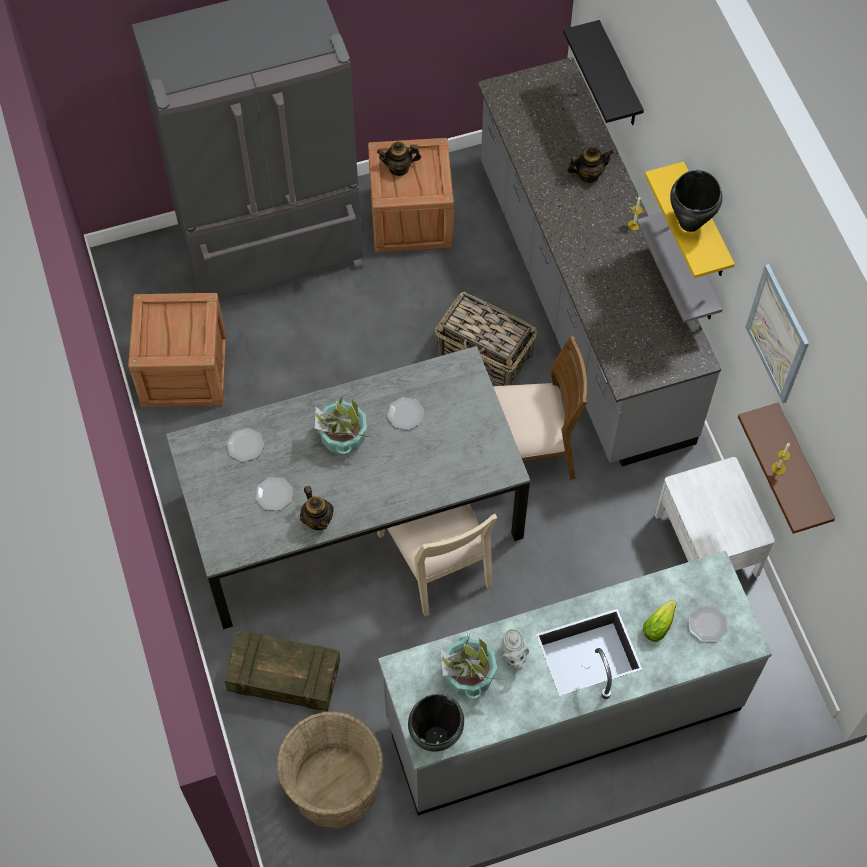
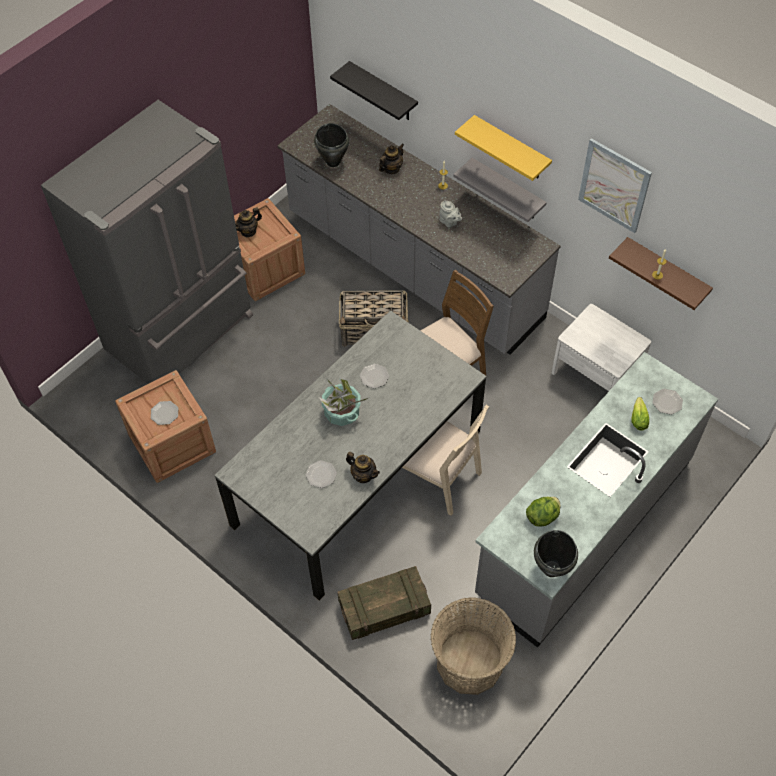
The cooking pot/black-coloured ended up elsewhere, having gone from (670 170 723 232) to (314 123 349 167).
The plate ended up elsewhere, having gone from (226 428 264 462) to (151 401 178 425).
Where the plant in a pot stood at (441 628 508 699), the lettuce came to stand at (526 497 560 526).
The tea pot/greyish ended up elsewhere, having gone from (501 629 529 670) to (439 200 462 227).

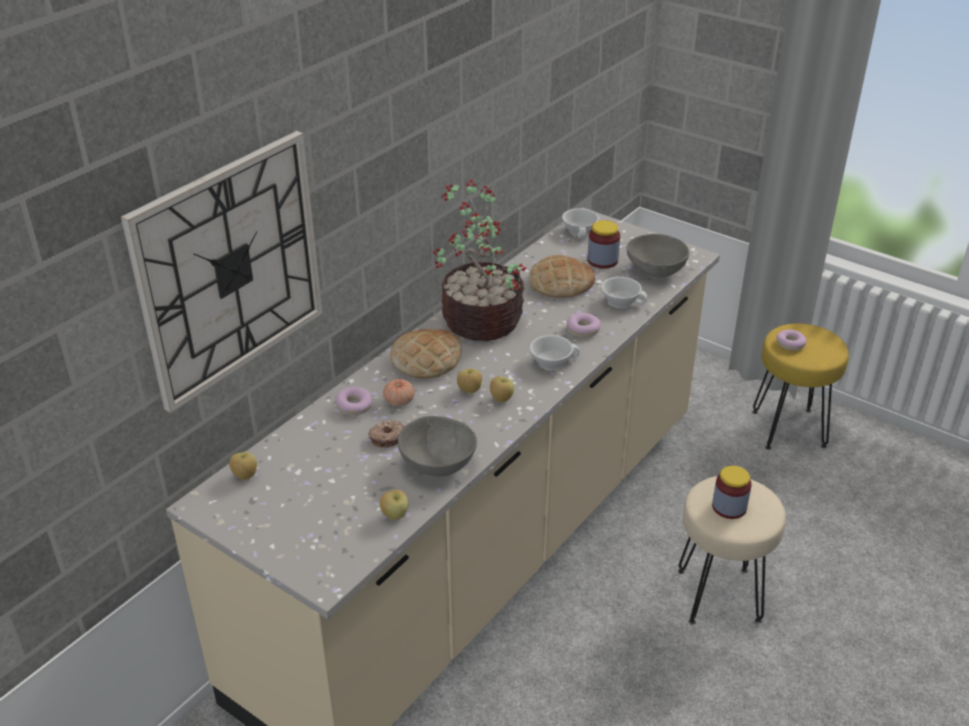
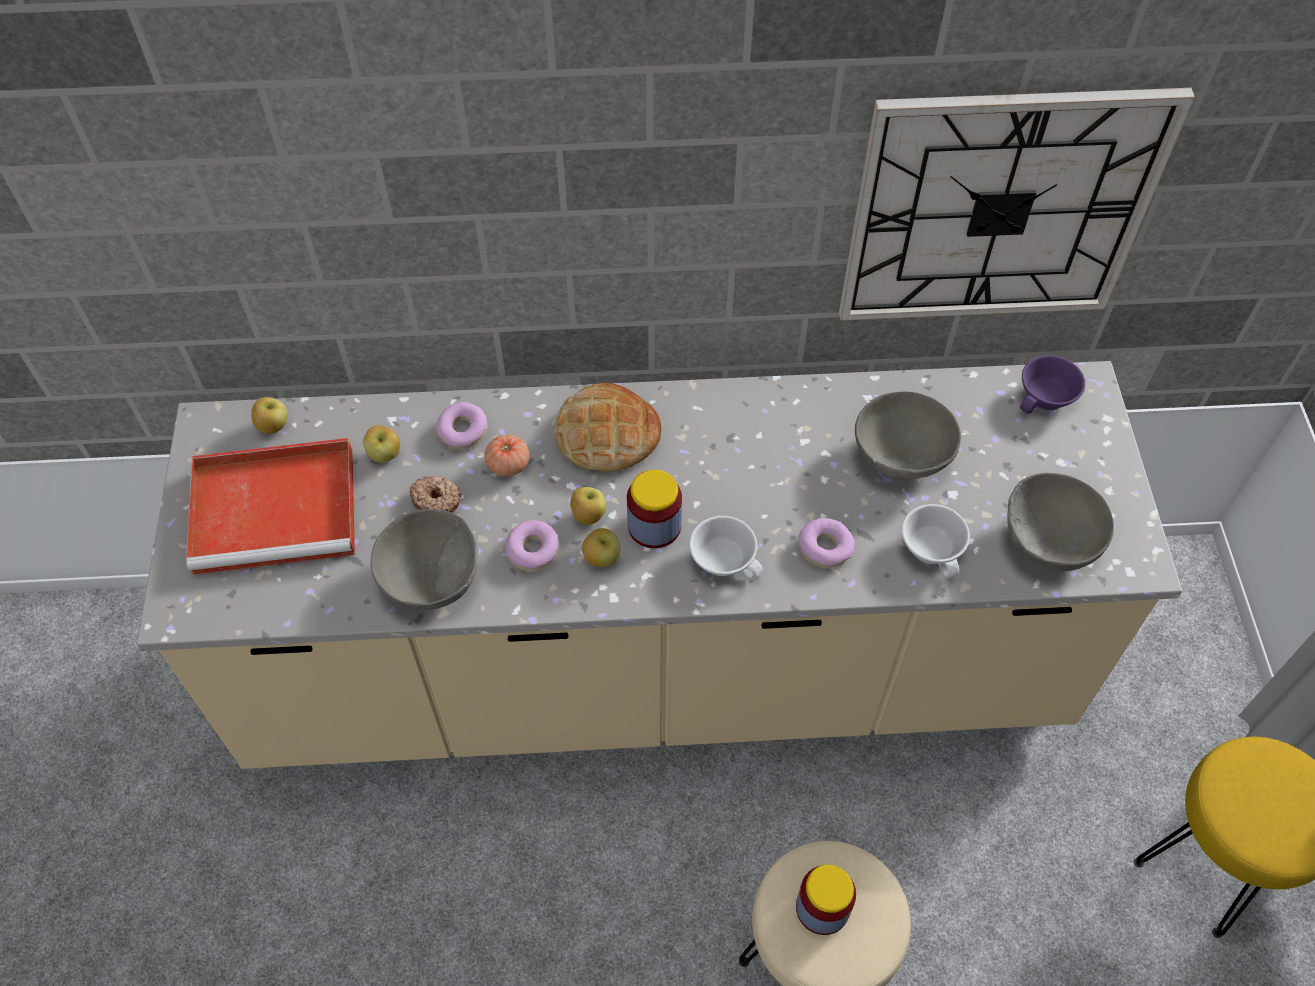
The wall clock ended up elsewhere, having gone from (121 131 323 413) to (839 88 1195 321).
The second view lost the plant in a pot at (433 179 526 341).
What was the small cup/white at (562 208 599 239) turned into the small cup/purplish at (1020 355 1085 414).
The preserve jar ended up elsewhere, having gone from (587 220 620 269) to (627 470 682 548).
Where the bakery bread stood at (529 255 595 298), the bowl/greyish came to stand at (855 392 961 479).
The doughnut ended up elsewhere, having gone from (776 330 807 351) to (505 520 559 572).
The whole apple ended up elsewhere, having gone from (380 490 409 520) to (363 425 400 463).
The second view gained the serving tray/reddish at (186 438 355 575).

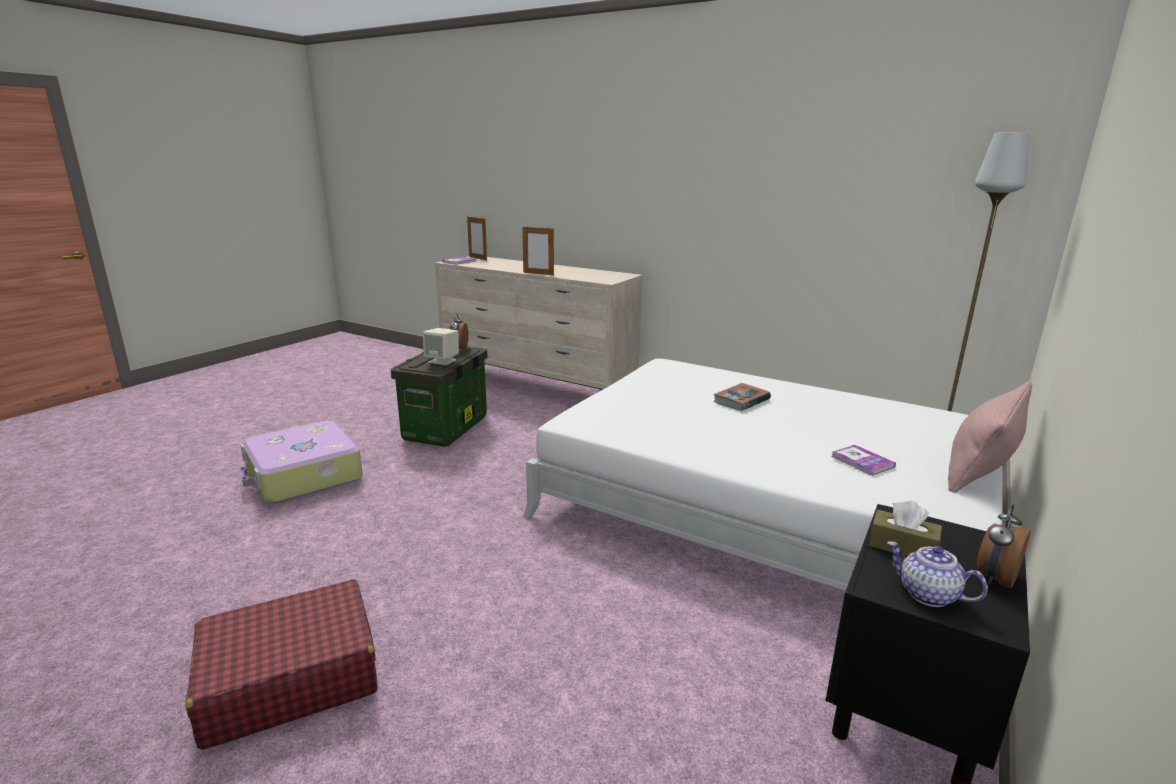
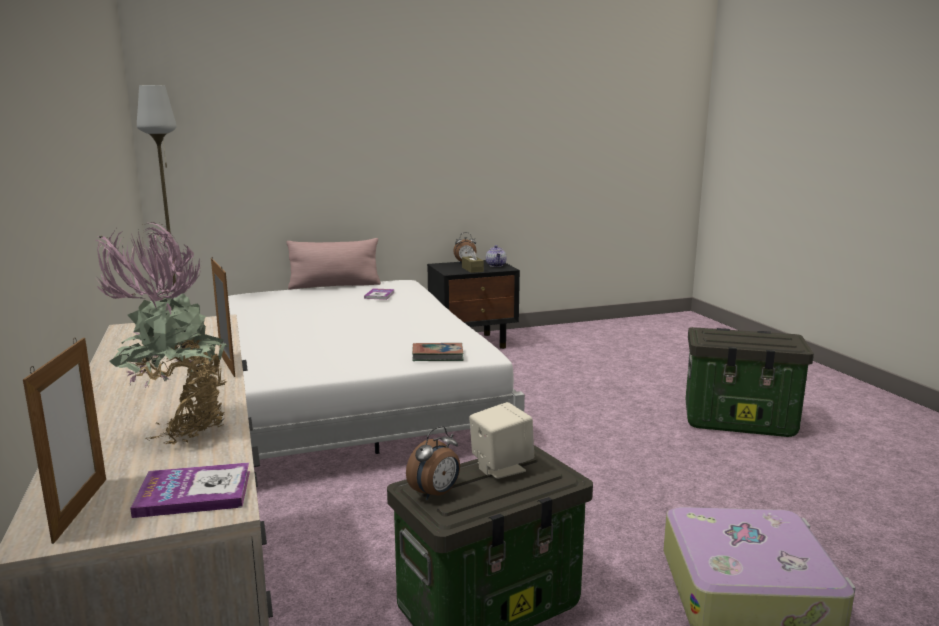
The book ended up elsewhere, having gone from (714 383 771 411) to (412 343 464 361).
Where the suitcase/reddish stood at (186 579 378 750), the storage bin came to stand at (685 327 814 437).
The second view gained the plant in a pot at (94 222 229 445).

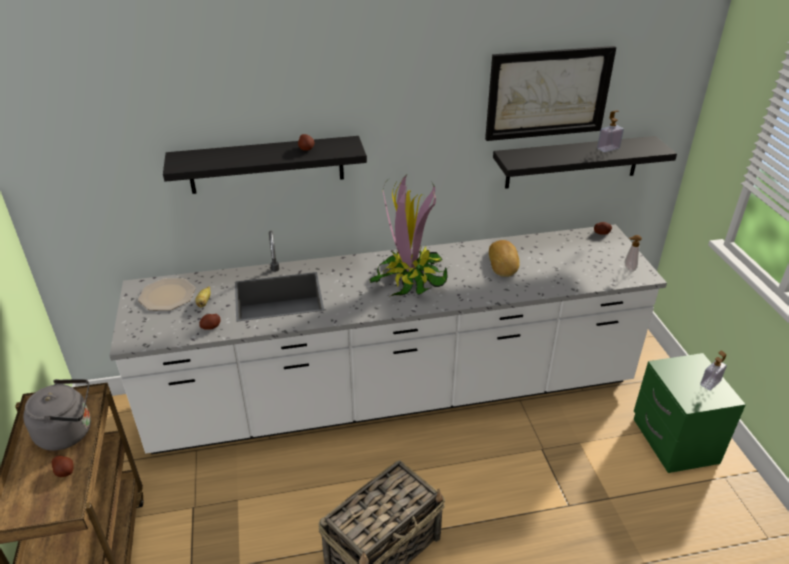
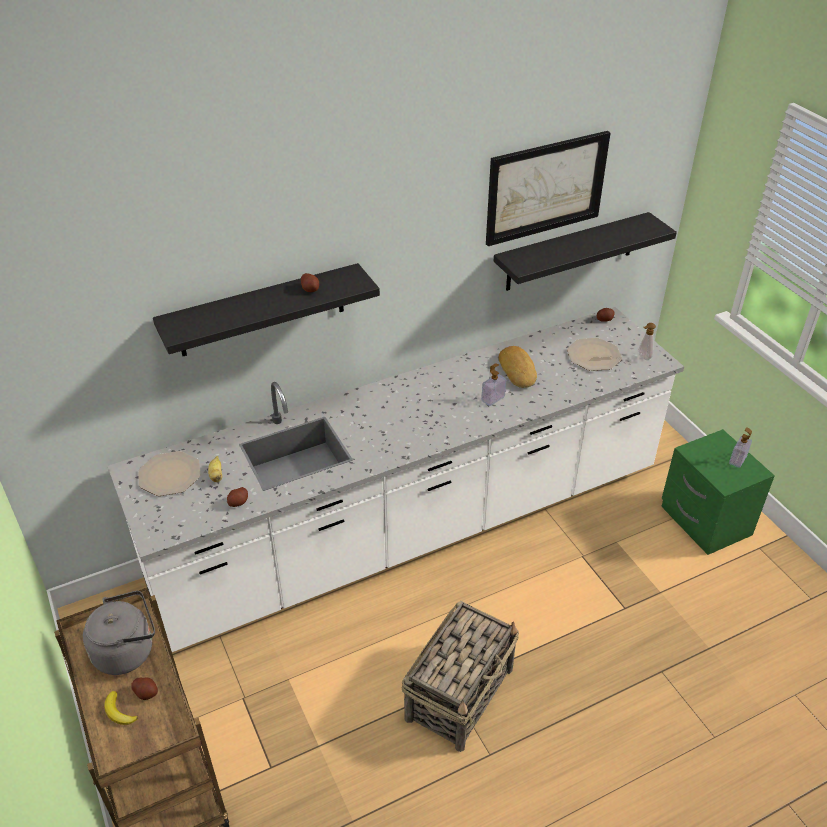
The soap dispenser ended up elsewhere, having gone from (597 111 624 152) to (481 363 506 406).
The second view lost the plant in a pot at (370 175 449 297).
The second view gained the plate at (567 338 622 371).
The second view gained the whole banana at (104 691 138 725).

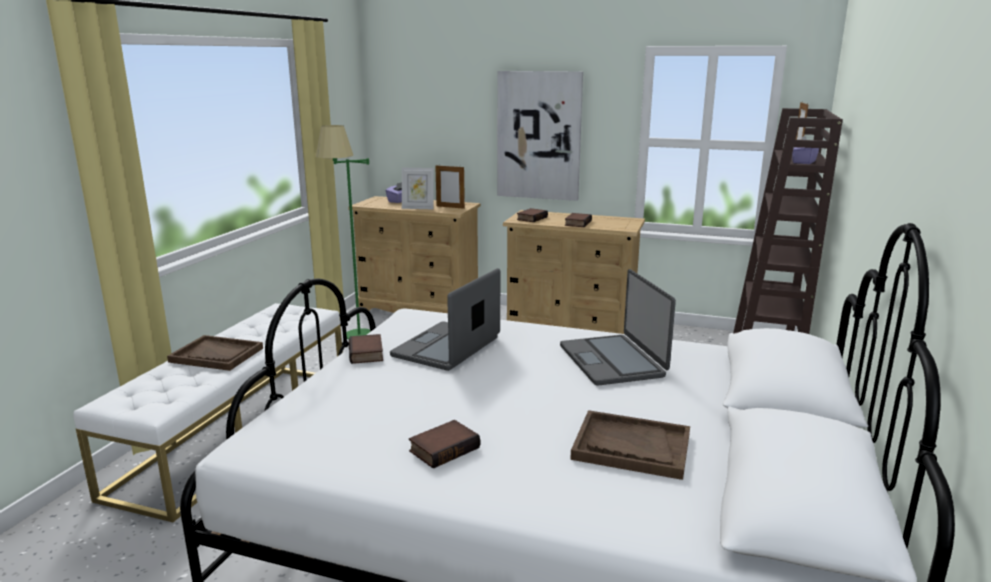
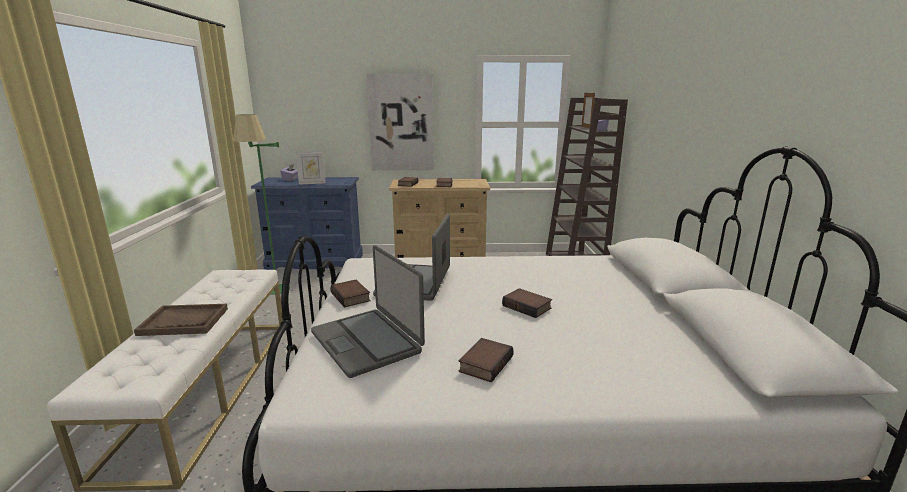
The second view lost the picture frame at (435 165 465 209).
What was the dresser/beige-coloured at (348 196 481 313) turned into the dresser/bluish at (251 177 363 270).
The laptop ended up elsewhere, having gone from (560 269 676 386) to (311 245 425 378).
The second view lost the serving tray/brownish at (570 410 690 480).
The second view gained the book at (502 288 552 318).

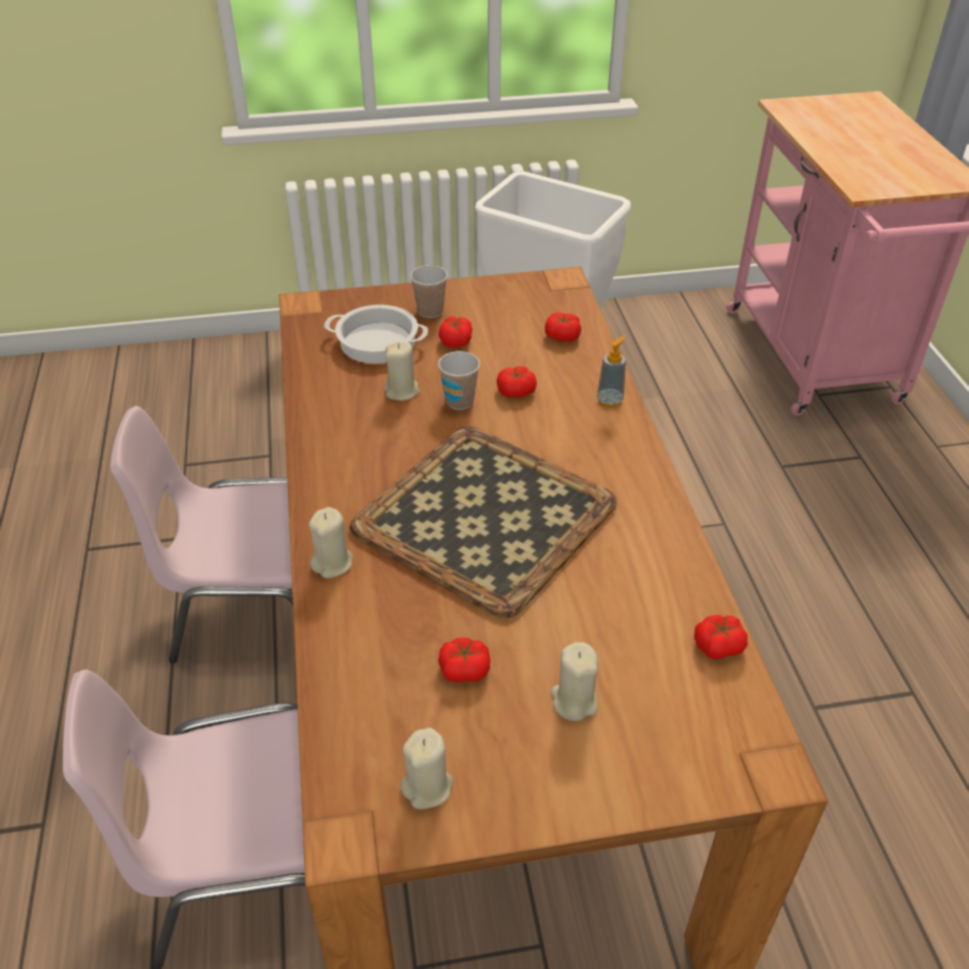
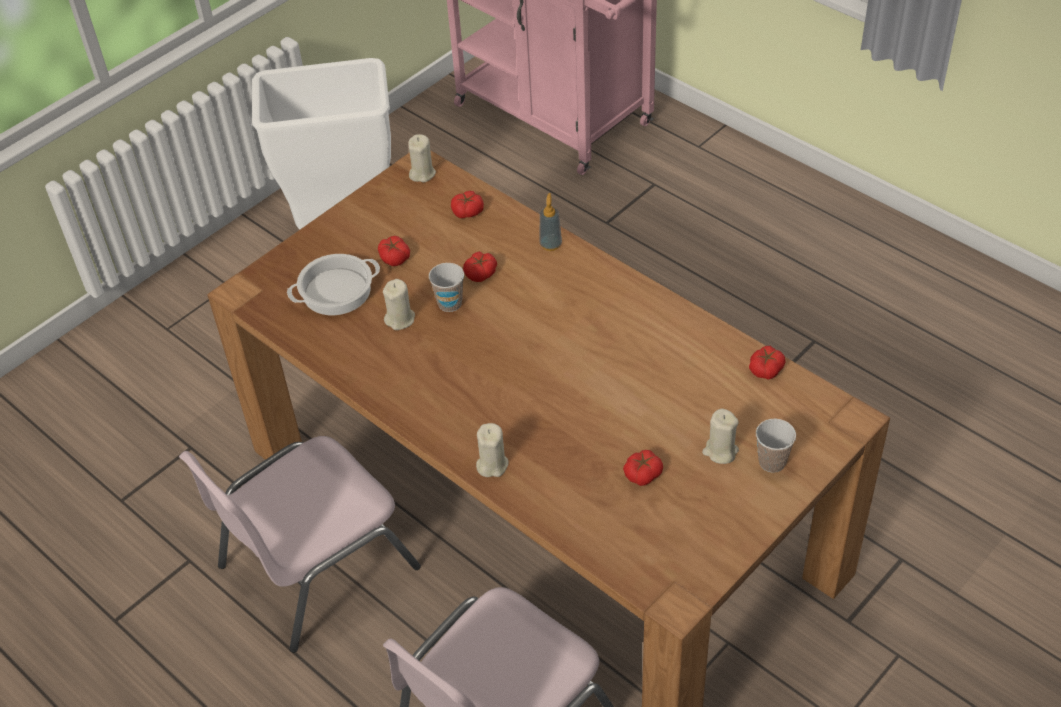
The small cup ended up elsewhere, having gone from (410 265 448 318) to (756 419 796 473).
The second view lost the serving tray at (349 427 617 618).
The candle/beige-coloured ended up elsewhere, having gone from (400 728 453 809) to (409 134 436 182).

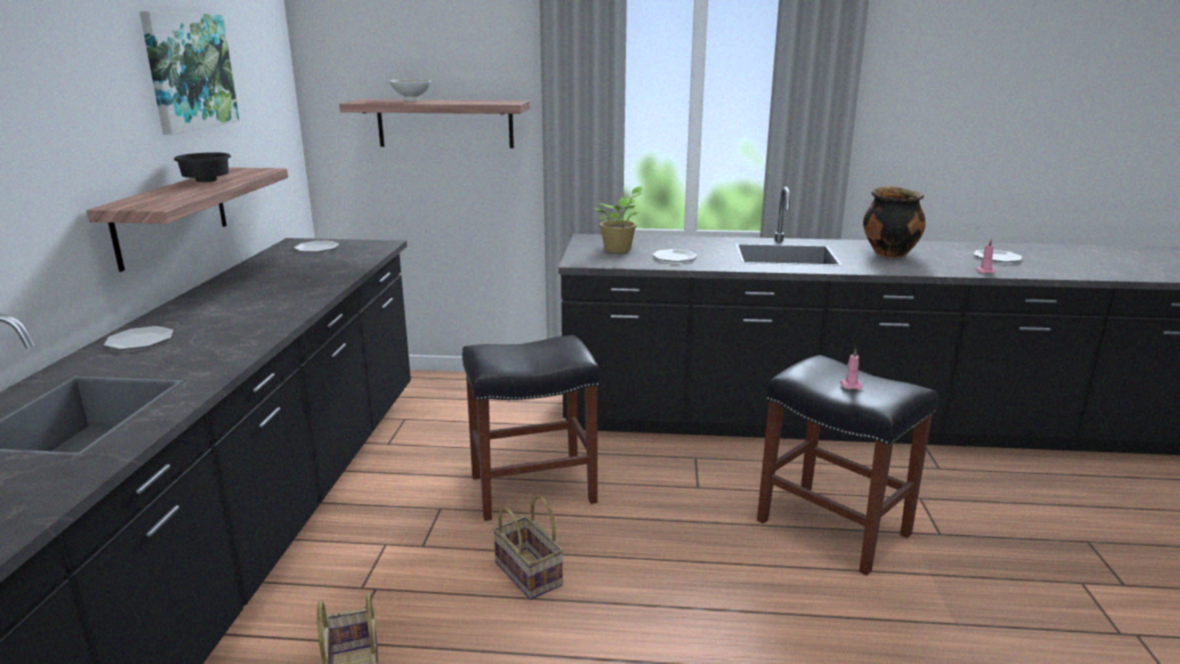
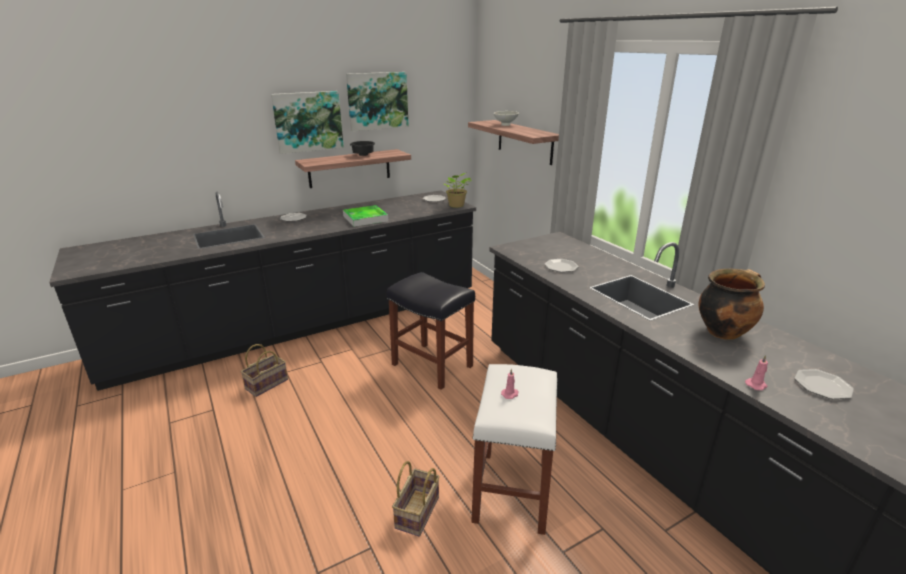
The plant in a pot ended up elsewhere, having gone from (594 186 643 253) to (444 173 472 208).
What was the stool seat/black-coloured at (757 355 938 576) turned into the stool seat/white at (471 364 557 535).
The storage basket ended up elsewhere, having gone from (492 495 563 600) to (392 461 440 537).
The second view gained the wall art at (271 91 344 154).
The second view gained the serving tray at (343 205 388 227).

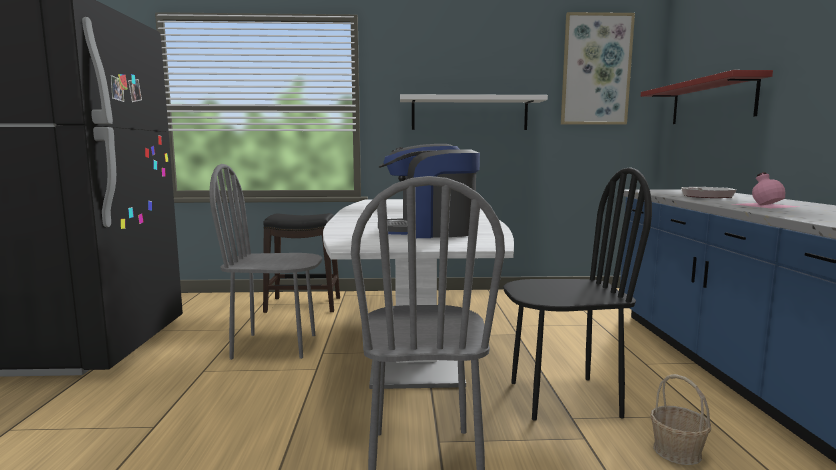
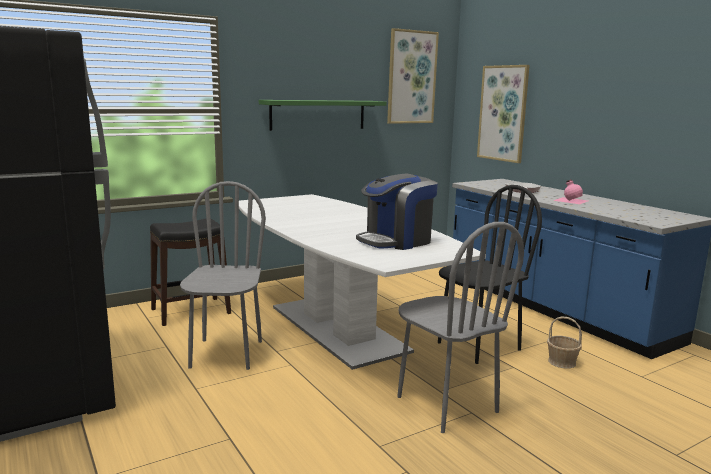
Where the bracket shelf/reddish hung at (641 70 773 124), the wall art came to hang at (477 65 530 163).
What was the bracket shelf/white at (400 94 548 130) turned into the bracket shelf/green at (259 100 386 131).
The plain chair/greyish at (209 164 322 360) ended up facing another way, 120 degrees clockwise from before.

